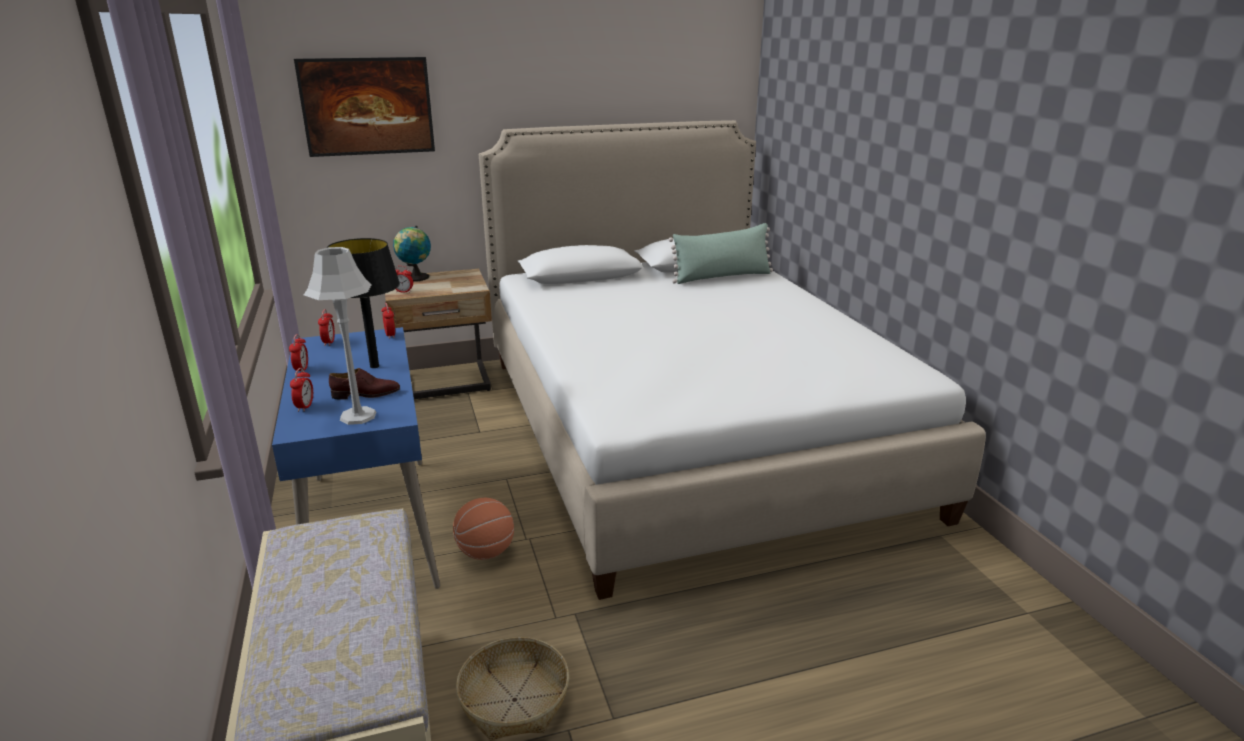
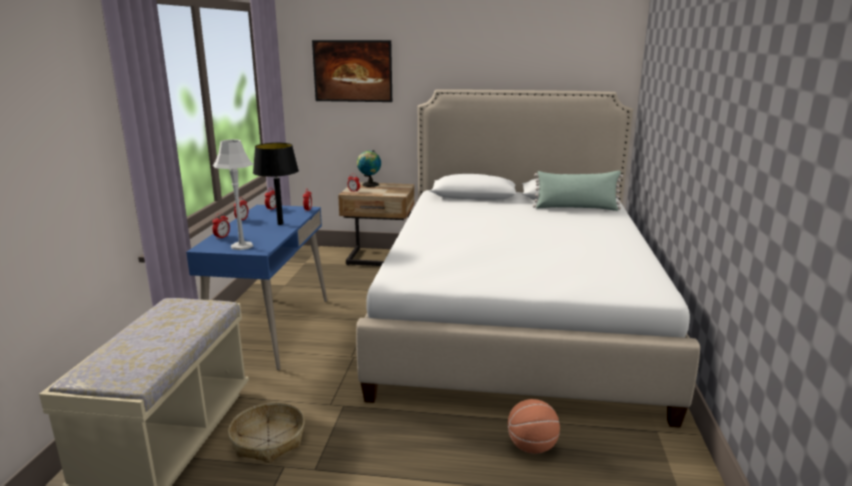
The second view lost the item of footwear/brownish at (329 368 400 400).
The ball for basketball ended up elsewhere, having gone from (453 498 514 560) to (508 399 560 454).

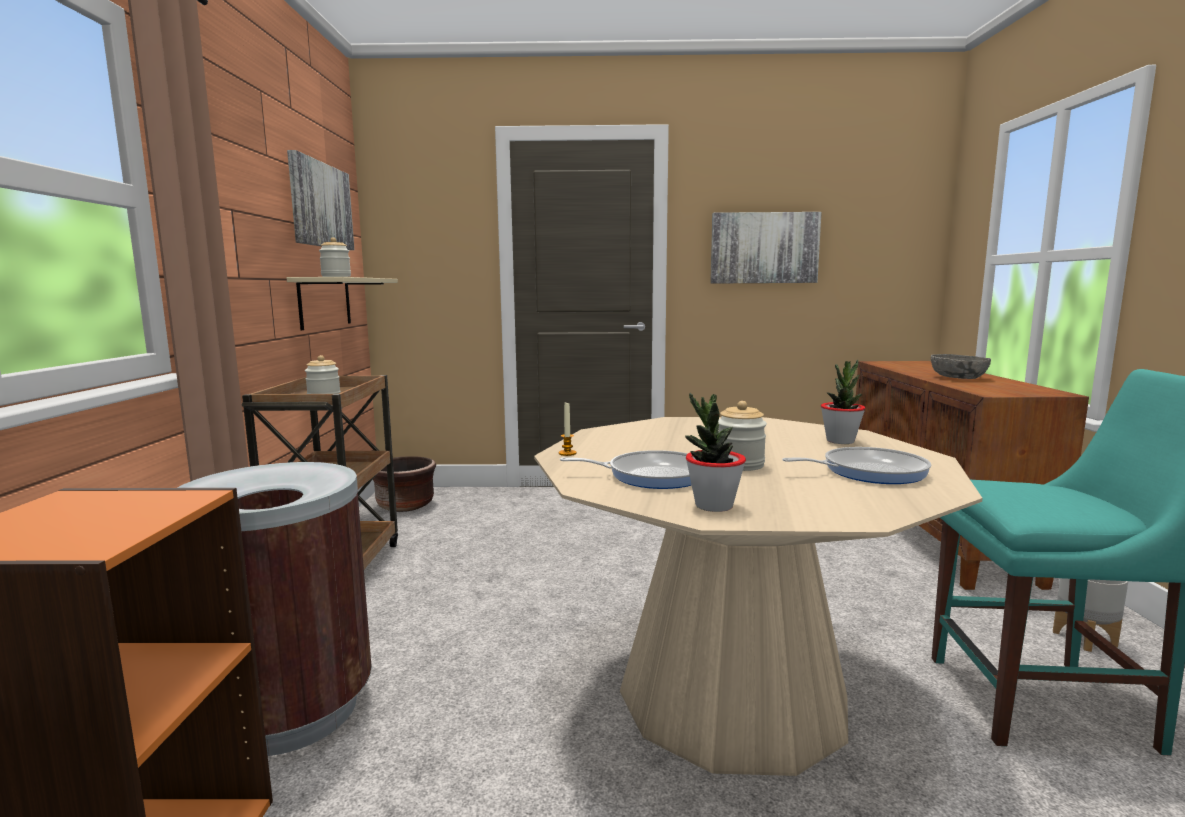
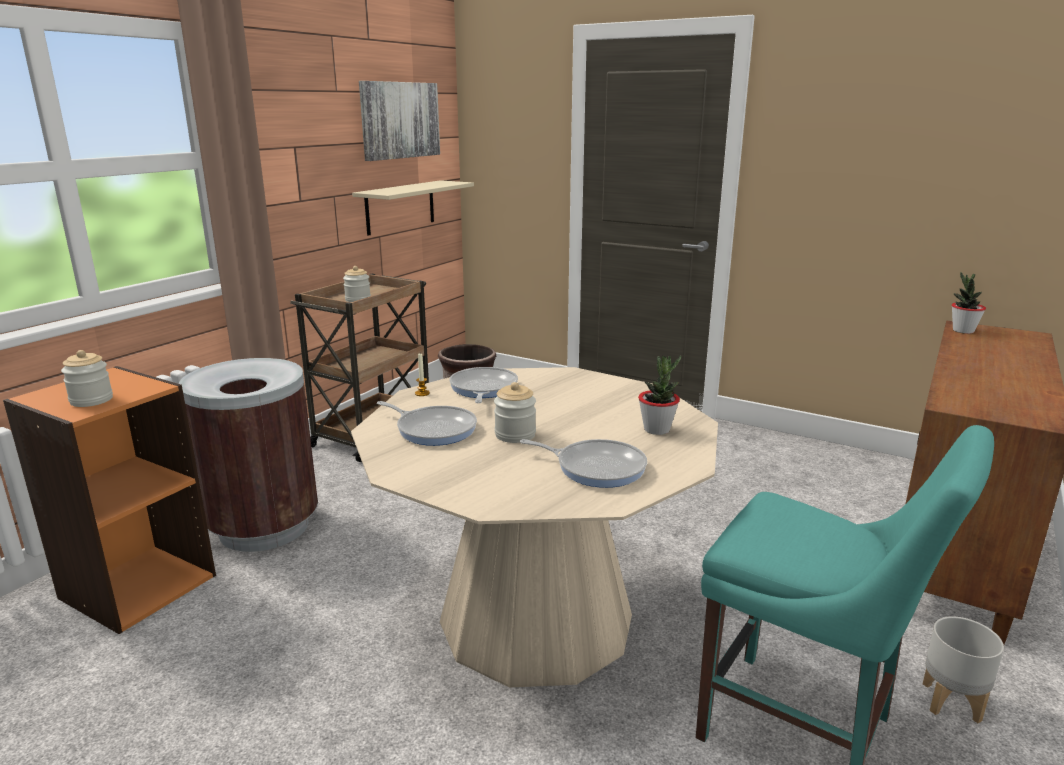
The second view lost the wall art at (710 212 822 284).
The preserve jar ended up elsewhere, having gone from (319 237 351 277) to (61 350 113 407).
The second view lost the bowl/greyish at (931 354 991 379).
The plant in a pot ended up elsewhere, having gone from (685 392 746 512) to (952 272 986 334).
The second view gained the pan at (449 367 518 403).

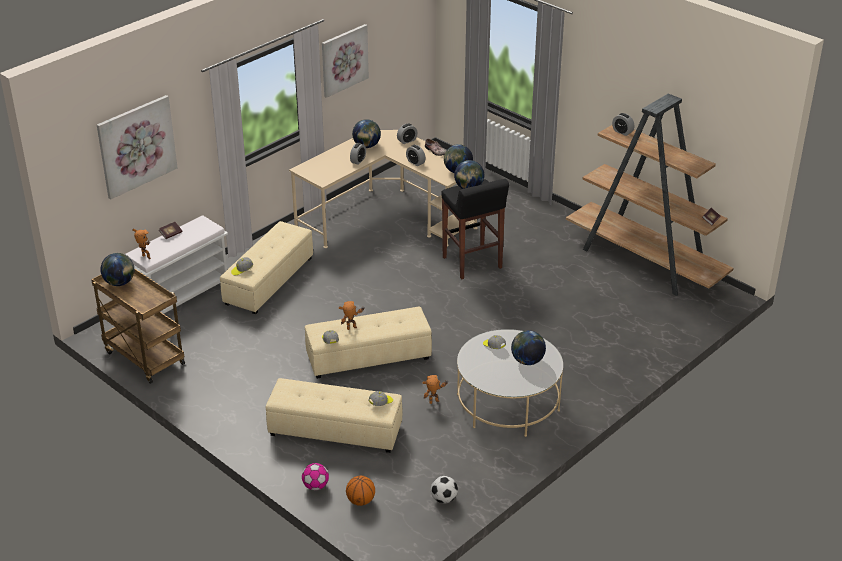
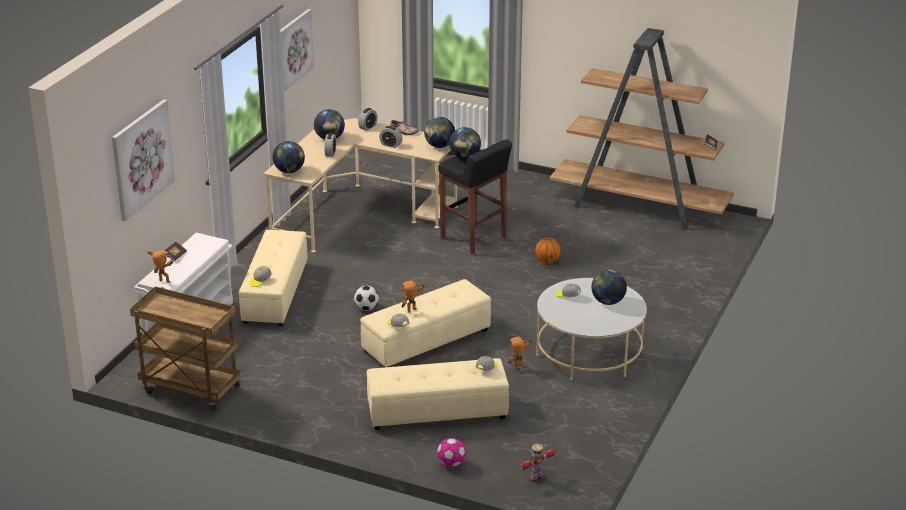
The second view lost the alarm clock at (612 113 634 136).
The globe ended up elsewhere, having gone from (100 253 134 286) to (273 141 305 173).
The ball for basketball ended up elsewhere, having gone from (346 476 375 506) to (535 238 561 264).
The football ball ended up elsewhere, having gone from (431 476 458 504) to (354 286 379 310).
The second view gained the toy robot at (520 444 555 482).

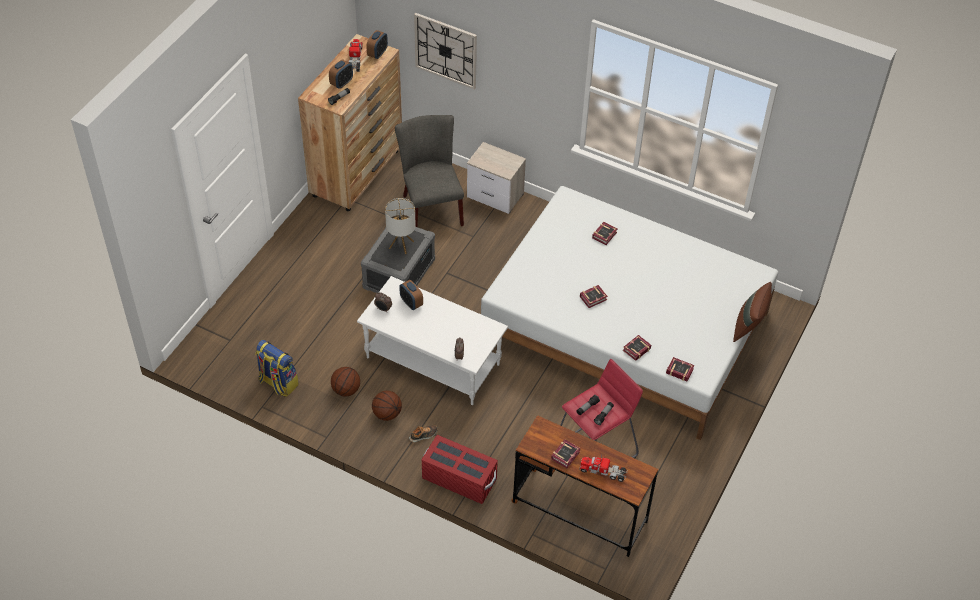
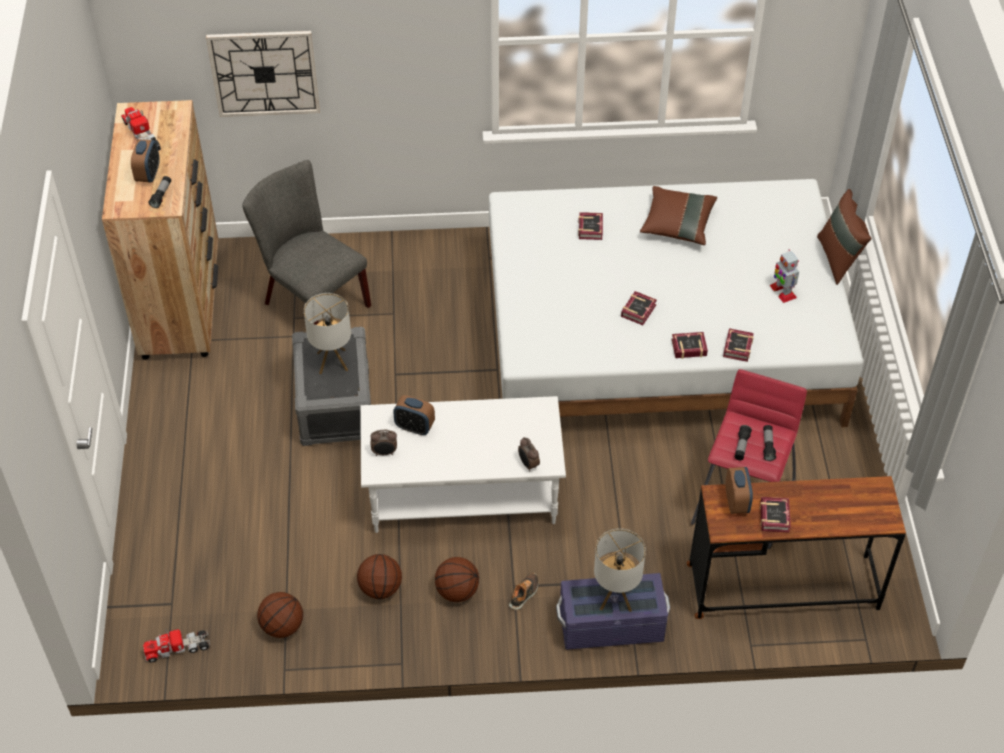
The alarm clock ended up elsewhere, having gone from (366 30 388 59) to (725 467 753 514).
The second view lost the bedside table at (467 142 526 214).
Where the backpack stood at (255 340 299 397), the ball for basketball came to stand at (257 592 303 638).
The book ended up elsewhere, having gone from (666 357 694 381) to (672 332 708 359).
What was the storage bin/reddish at (422 435 498 504) turned into the storage bin/purplish at (556 573 670 650).
The toy truck ended up elsewhere, having gone from (579 455 628 482) to (143 629 210 663).
The second view gained the pillow/brownish at (640 186 717 245).
The second view gained the toy robot at (770 249 799 303).
The second view gained the lamp for a table at (594 528 646 612).

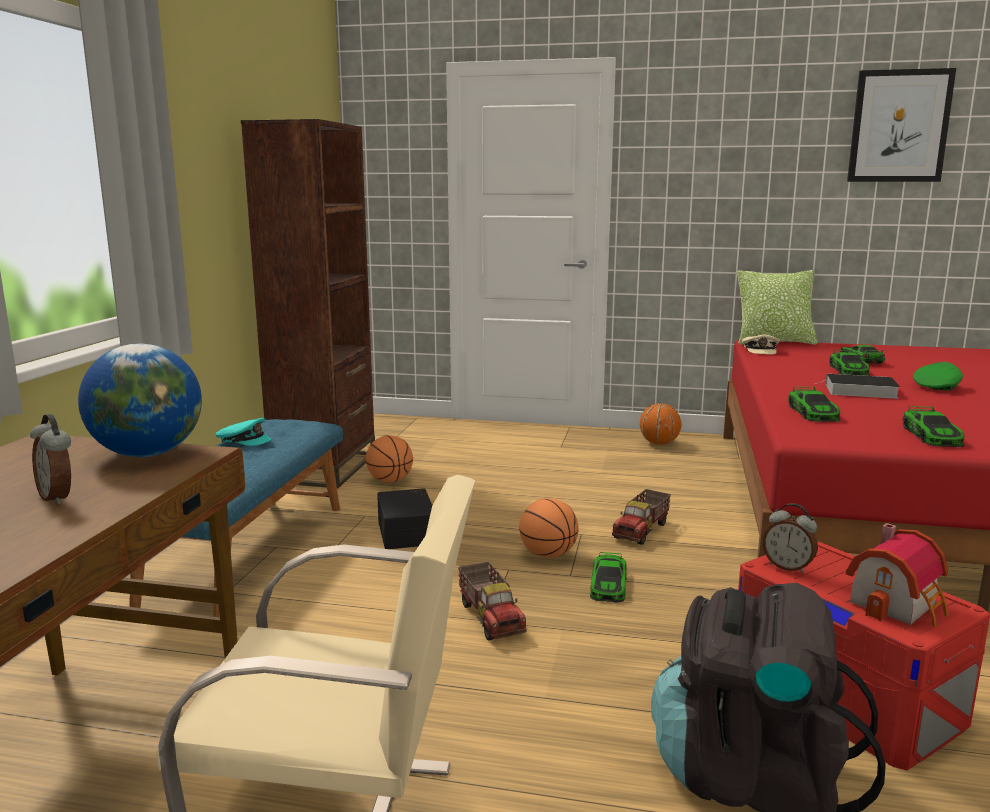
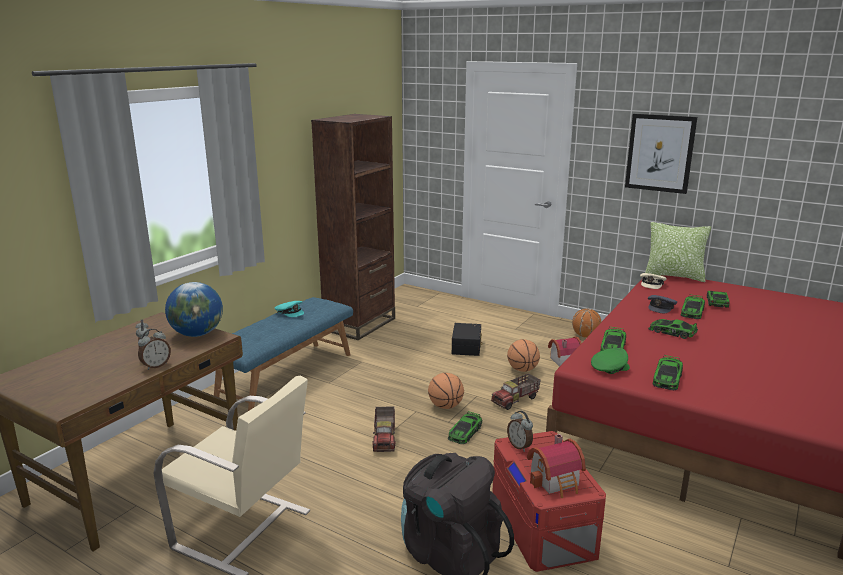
The wall art ended up elsewhere, having gone from (847 68 956 182) to (625 114 697 194).
The peaked cap/green ended up elsewhere, having gone from (913 362 963 390) to (591 348 630 374).
Where the book stood at (815 374 900 399), the model car came to stand at (648 319 698 339).
The ball for basketball ended up elsewhere, having gone from (365 435 413 483) to (507 339 540 372).
The storage bin/black-coloured ended up elsewhere, having gone from (377 488 433 549) to (452 323 483 356).
The second view gained the peaked cap/greyish at (648 295 677 313).
The second view gained the alarm clock at (138 329 171 370).
The second view gained the miniature house at (548 337 581 367).

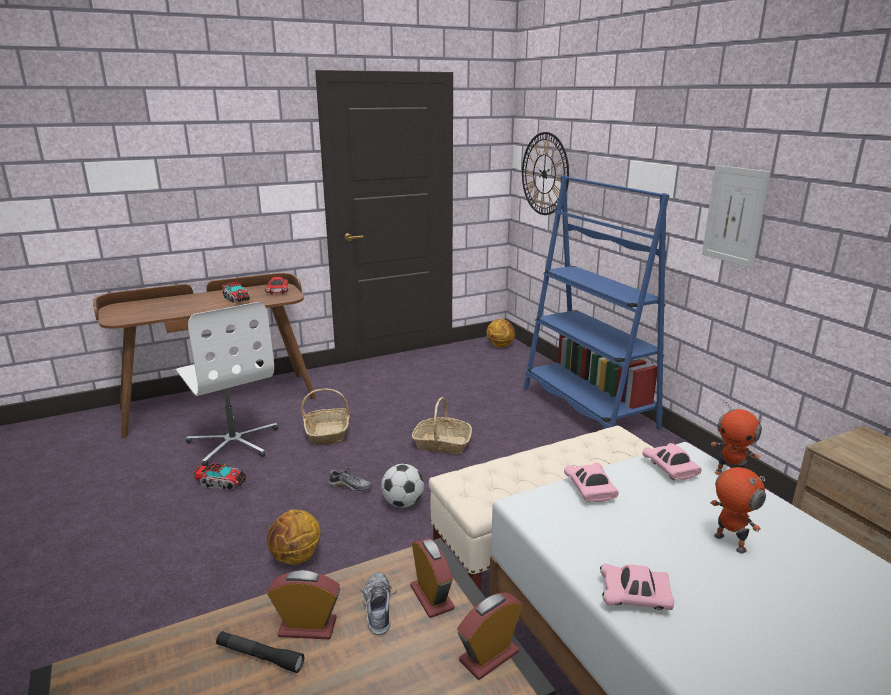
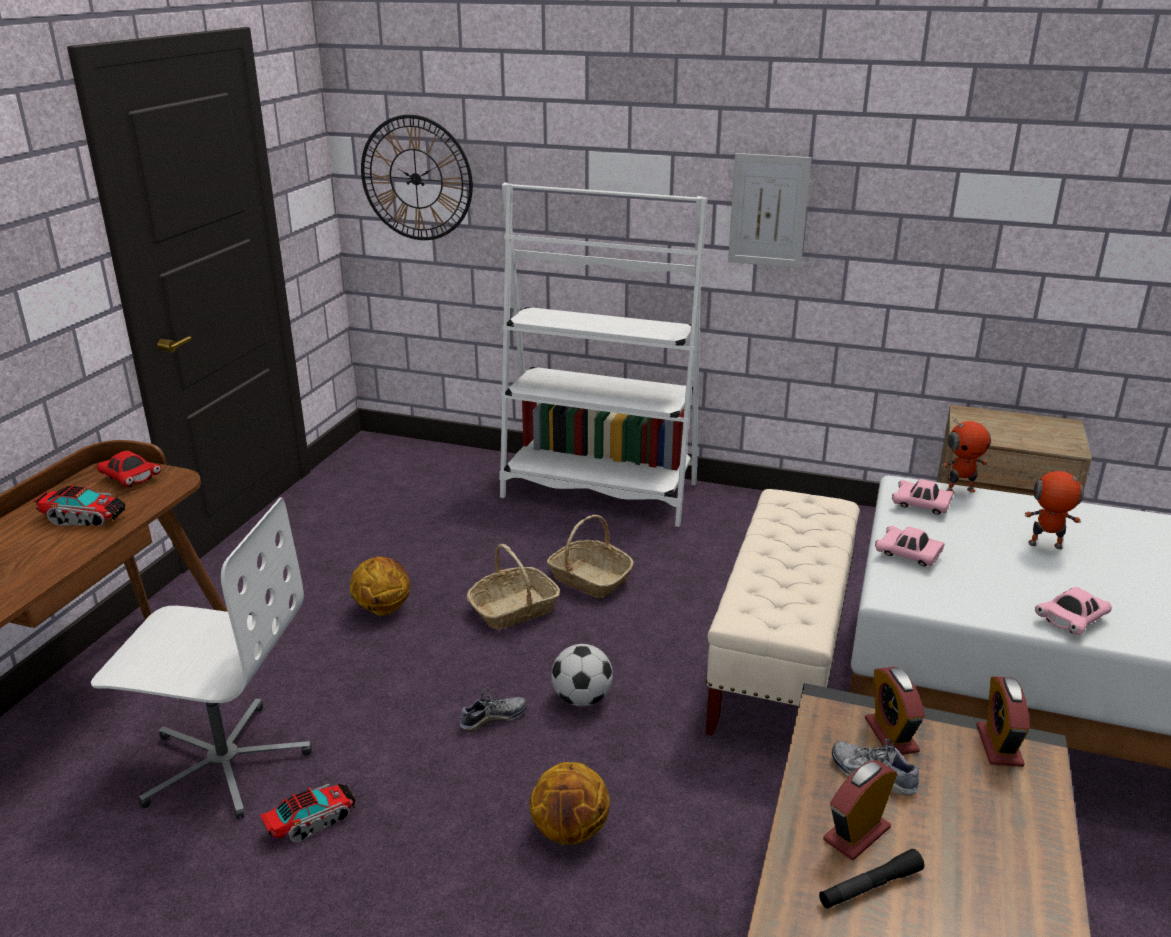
What was the shelving unit/bluish at (524 175 669 430) turned into the shelving unit/white at (499 183 708 527).
The ball for basketball ended up elsewhere, having gone from (486 319 515 348) to (350 556 410 616).
The storage basket ended up elsewhere, having gone from (301 389 350 445) to (547 515 634 598).
The alarm clock at (410 538 455 618) ended up facing another way, 120 degrees counterclockwise from before.

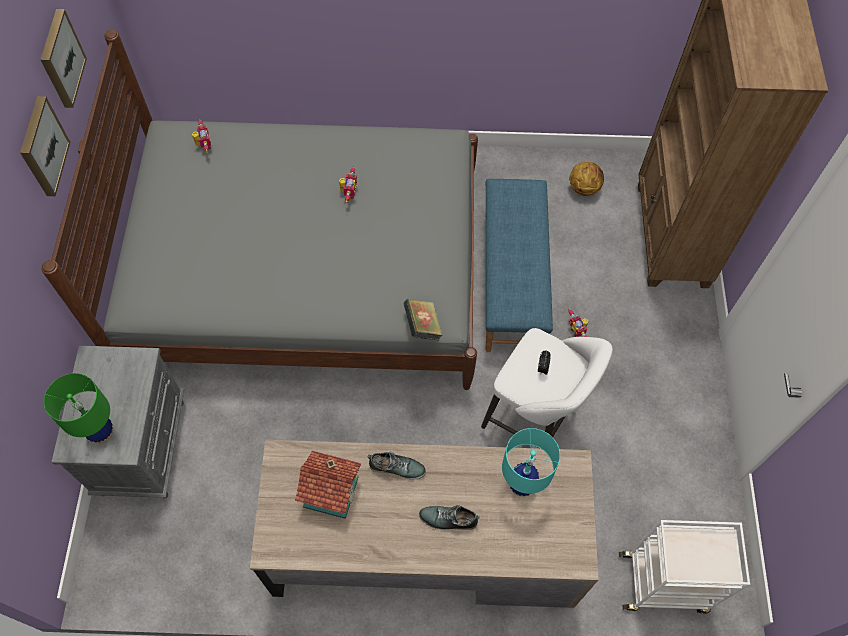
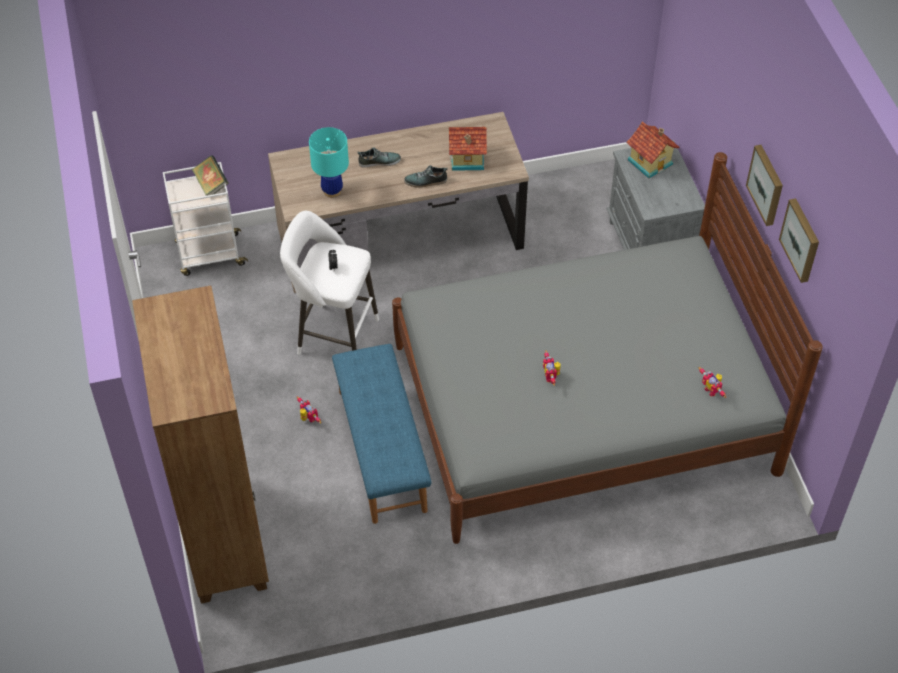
The second view lost the ball for basketball at (569 162 604 196).
The book ended up elsewhere, having gone from (403 299 443 341) to (192 155 228 198).
Where the lamp for a table/green stood at (44 373 113 443), the miniature house came to stand at (626 121 679 178).

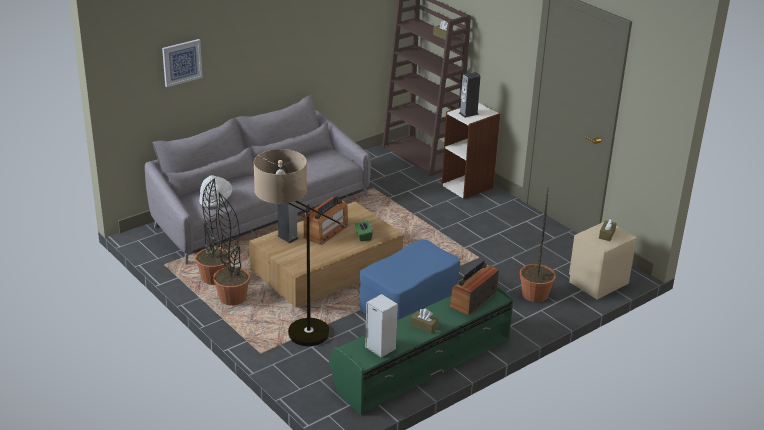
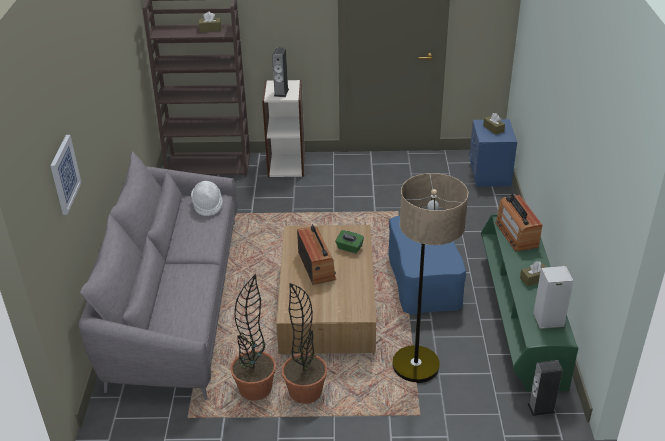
The hat/white ended up elsewhere, having gone from (199 175 232 207) to (191 181 223 216).
The second view lost the plant in a pot at (520 188 556 302).
The speaker ended up elsewhere, having gone from (277 202 299 244) to (527 360 563 416).
What was the bedside table/beige-coloured at (569 222 637 300) turned into the bedside table/bluish at (469 119 517 187).

